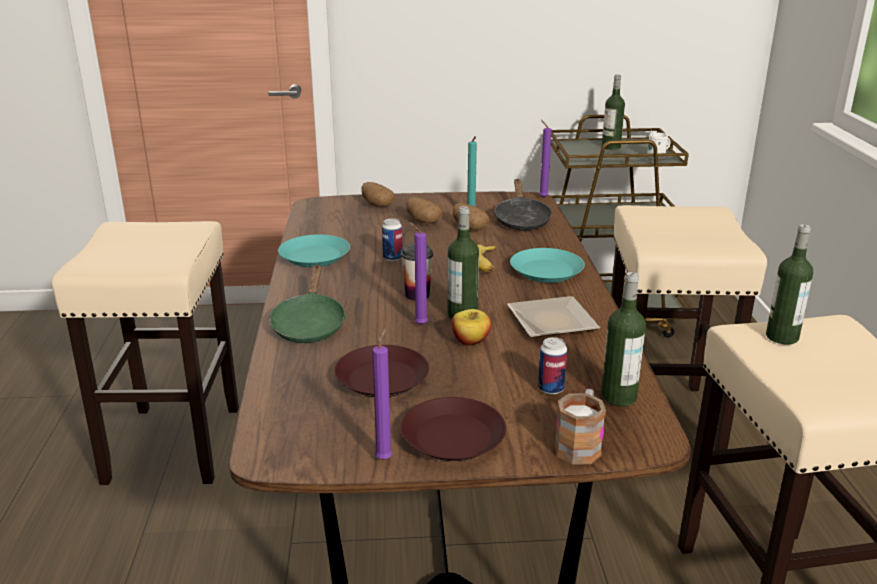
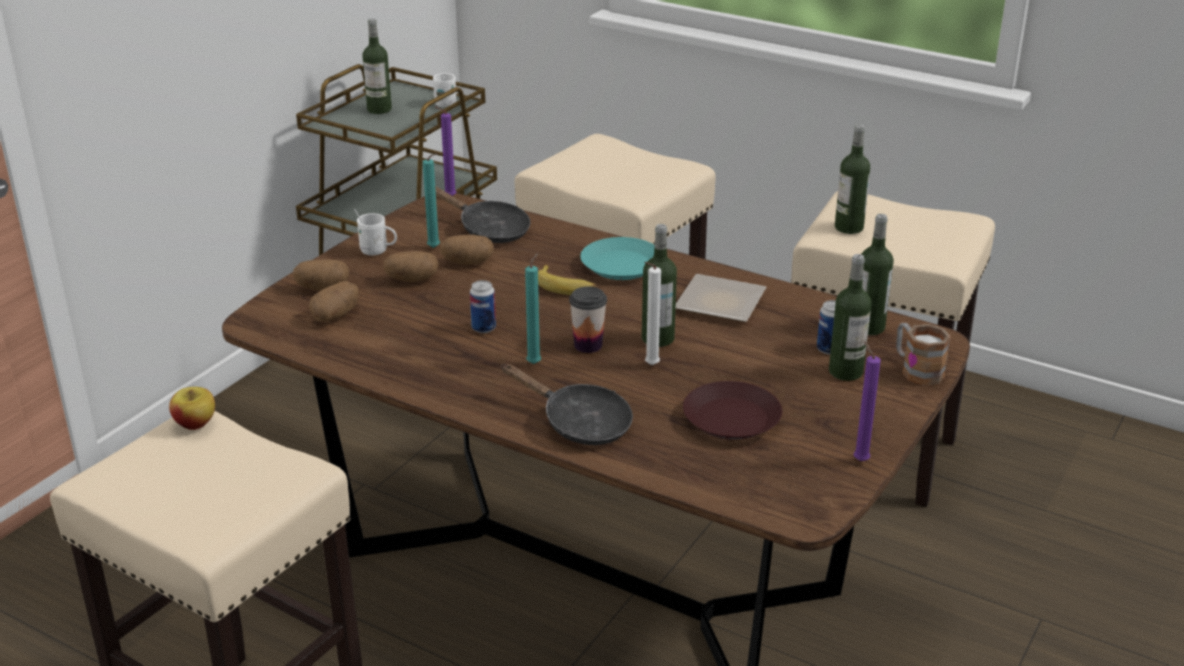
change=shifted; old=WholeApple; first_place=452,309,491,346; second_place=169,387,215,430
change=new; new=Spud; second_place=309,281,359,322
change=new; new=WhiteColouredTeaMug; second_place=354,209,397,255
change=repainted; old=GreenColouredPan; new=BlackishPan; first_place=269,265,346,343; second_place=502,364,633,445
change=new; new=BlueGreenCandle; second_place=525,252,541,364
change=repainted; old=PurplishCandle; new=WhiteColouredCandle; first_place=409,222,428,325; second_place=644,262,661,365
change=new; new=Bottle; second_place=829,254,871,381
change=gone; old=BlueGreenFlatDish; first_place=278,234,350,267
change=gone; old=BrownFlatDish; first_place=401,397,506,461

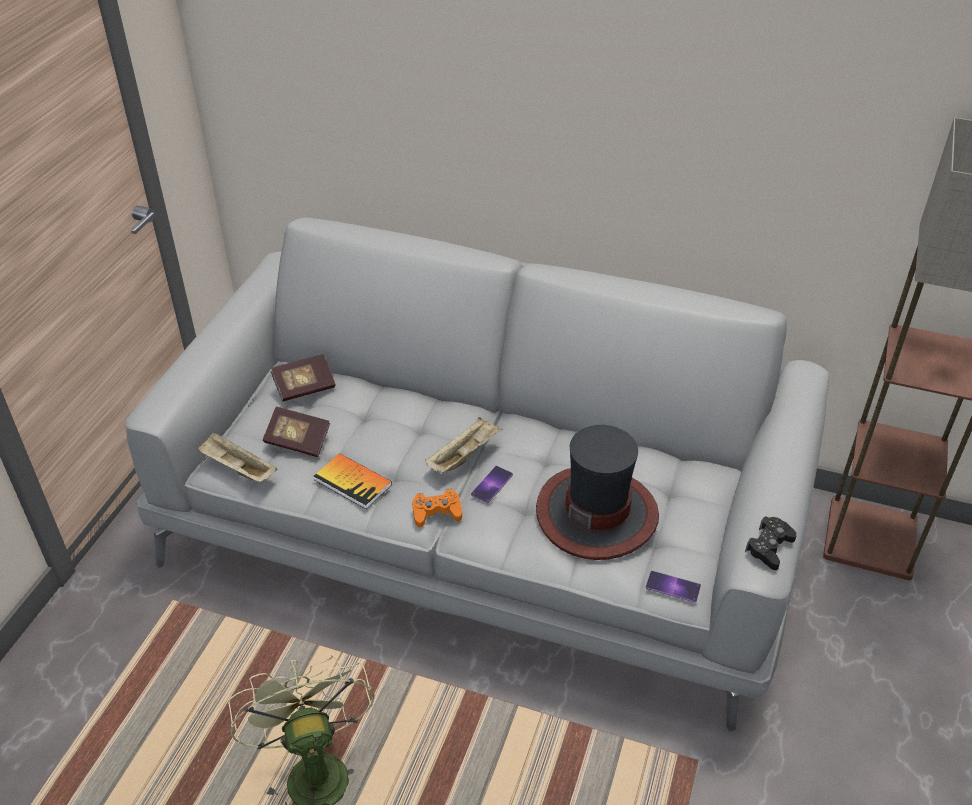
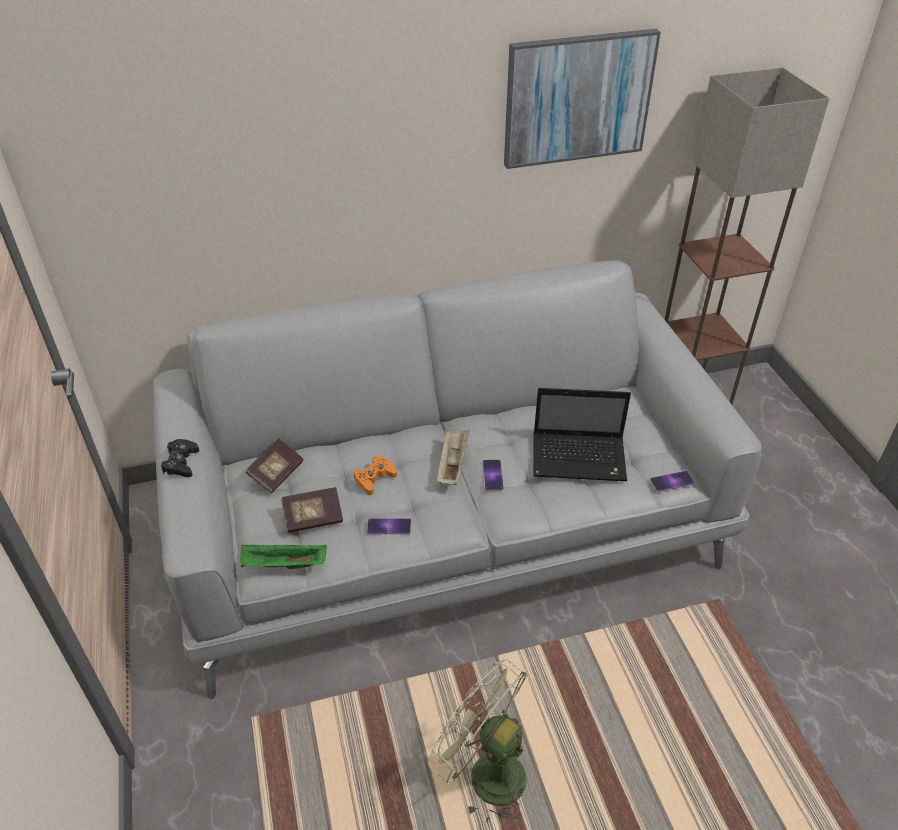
change=shifted; old=BlackishJoypad; first_place=745,516,797,570; second_place=161,439,199,477
change=repainted; old=BeigeColouredServingTray; new=GreenColouredServingTray; first_place=197,432,278,482; second_place=240,544,327,569
change=shifted; old=OrangeColouredJoypad; first_place=412,489,462,528; second_place=354,456,397,495
change=swapped; old=Book; new=Phone; first_place=314,453,392,509; second_place=367,518,411,534
change=new; new=WallPicture; second_place=504,29,661,169
change=swapped; old=ClothingHat; new=NotebookComputer; first_place=536,425,659,560; second_place=533,388,631,481

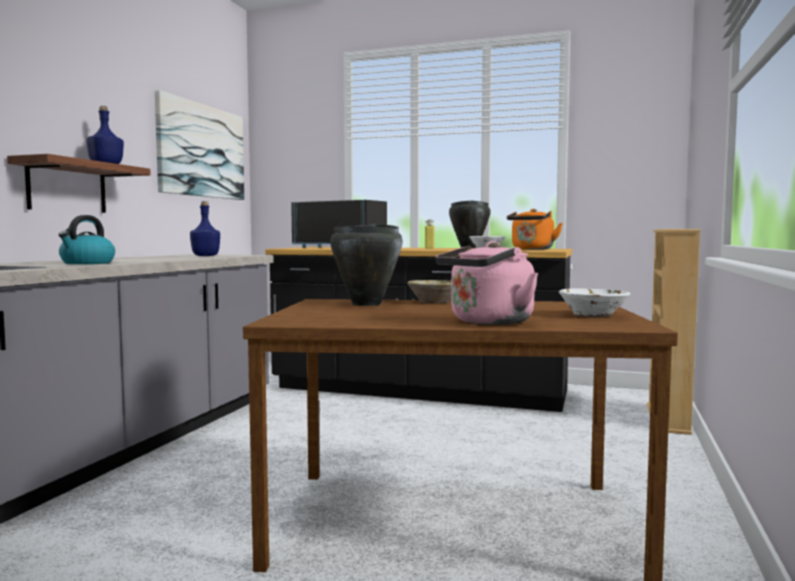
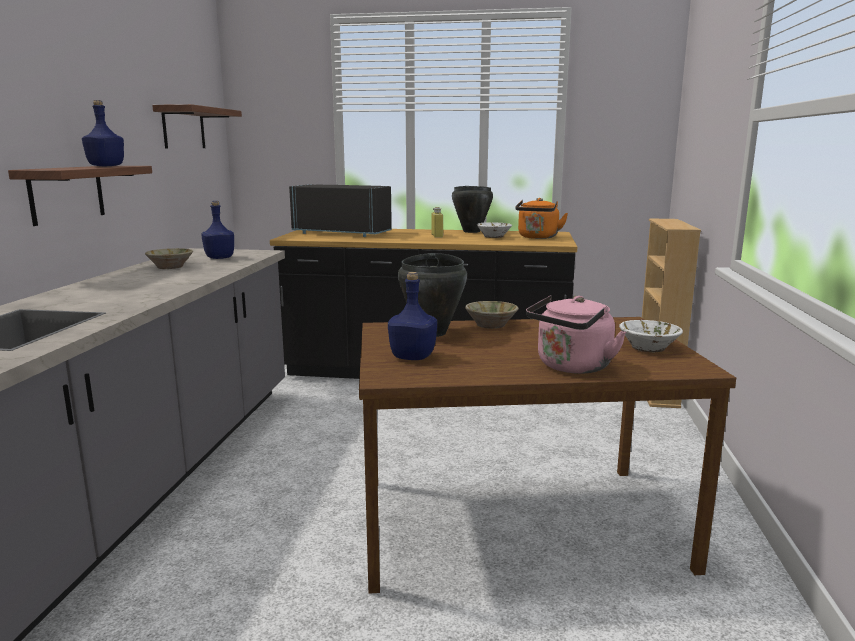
change=new; new=BeigeColouredDeepDish; second_place=145,248,193,269
change=swapped; old=WallPicture; new=Shelf; first_place=155,90,244,200; second_place=152,104,242,148
change=new; new=BlueBottle; second_place=388,272,437,360
change=gone; old=WaterKettle; first_place=58,215,115,264

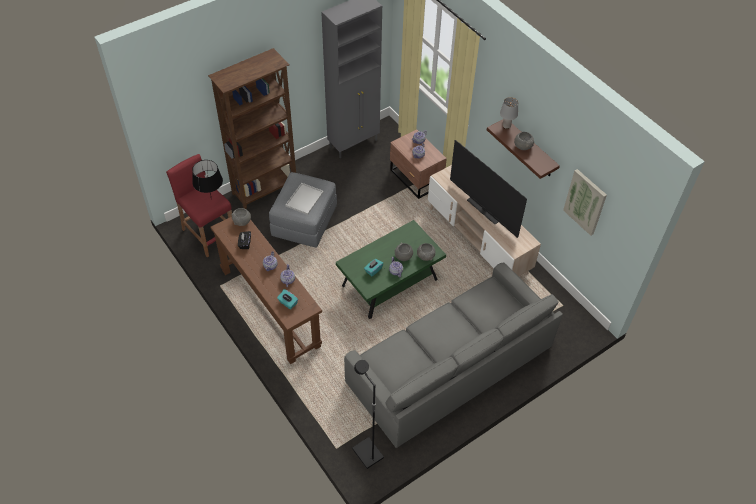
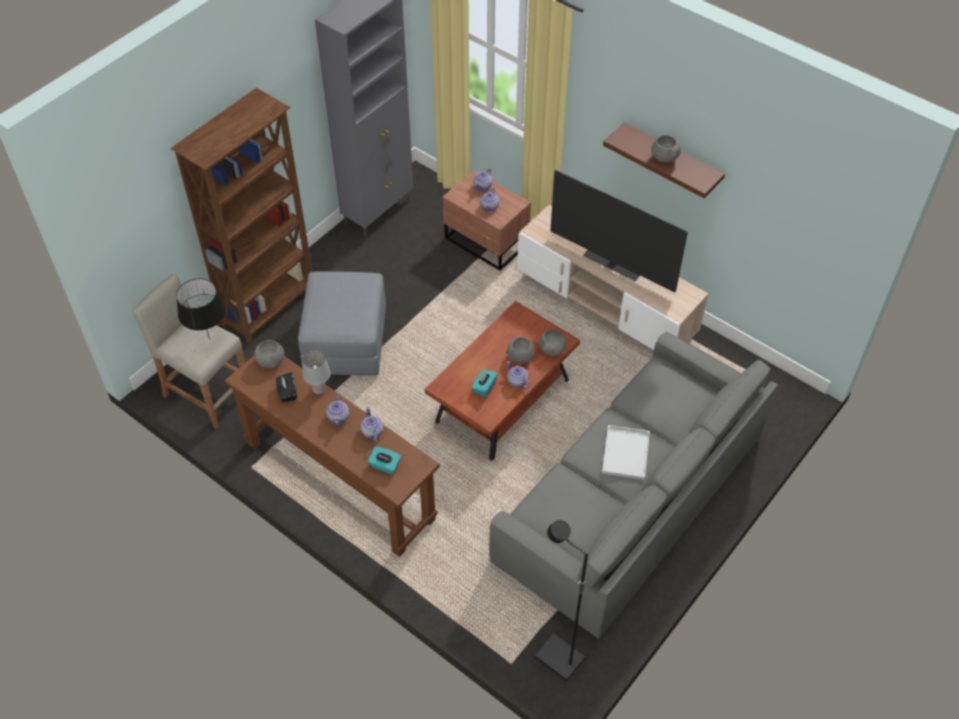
change=repainted; old=RedStool; new=BeigeColouredStool; first_place=166,154,232,257; second_place=132,274,245,429
change=shifted; old=GreyLampForATable; first_place=500,97,518,129; second_place=302,351,331,394
change=repainted; old=GreenColouredLowTable; new=BrownLowTable; first_place=336,220,446,319; second_place=425,301,580,461
change=shifted; old=WhiteColouredServingTray; first_place=285,183,324,215; second_place=602,425,650,480
change=gone; old=WallPicture; first_place=563,169,607,236

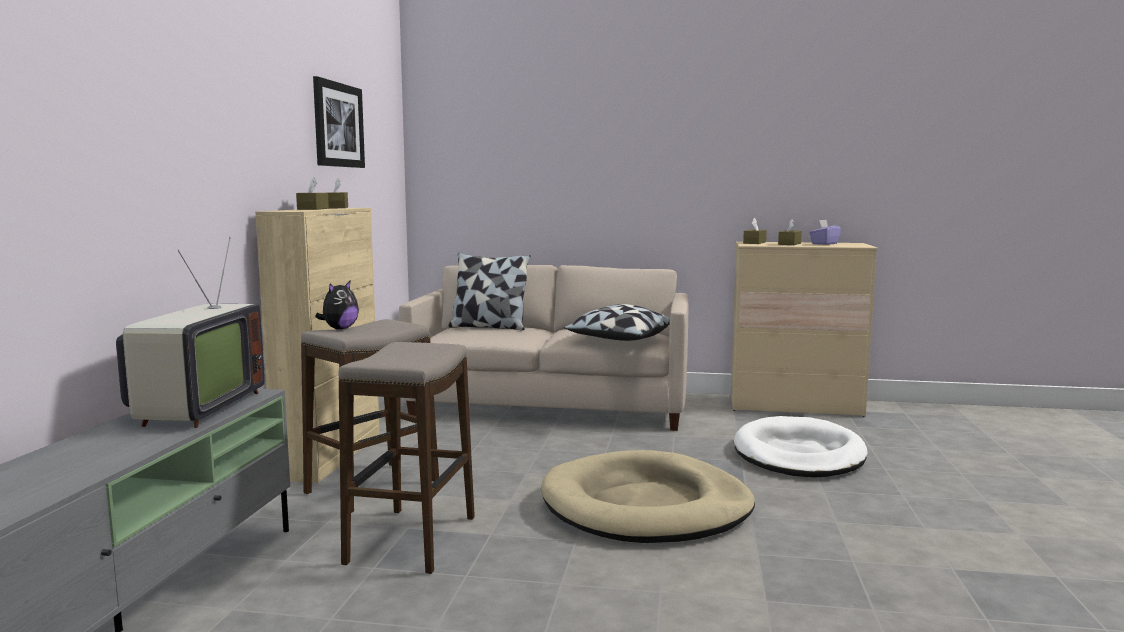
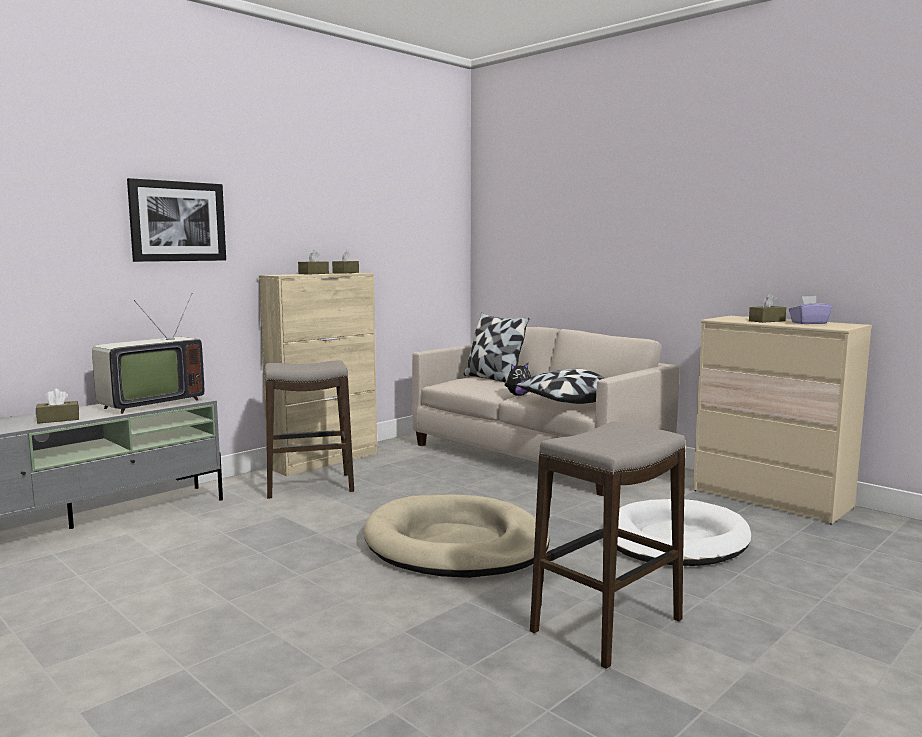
change=shifted; old=BrownTissueBox; first_place=743,218,767,244; second_place=36,389,79,424
change=shifted; old=WallPicture; first_place=313,76,365,168; second_place=127,178,226,262
change=shifted; old=CuddlyToy; first_place=315,281,359,329; second_place=505,363,531,396
change=shifted; old=Stool; first_place=338,342,475,574; second_place=530,421,685,669

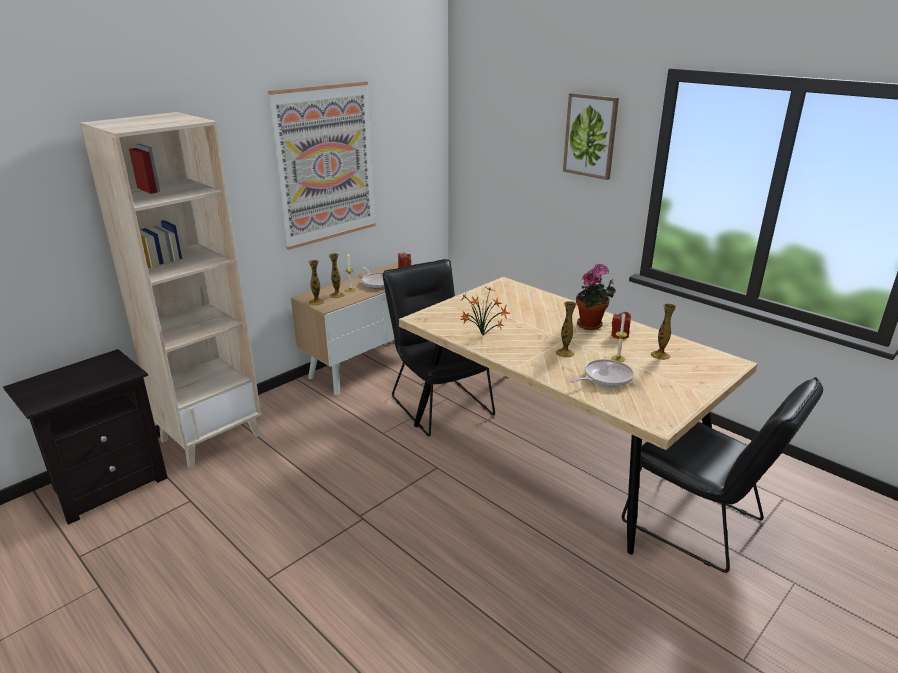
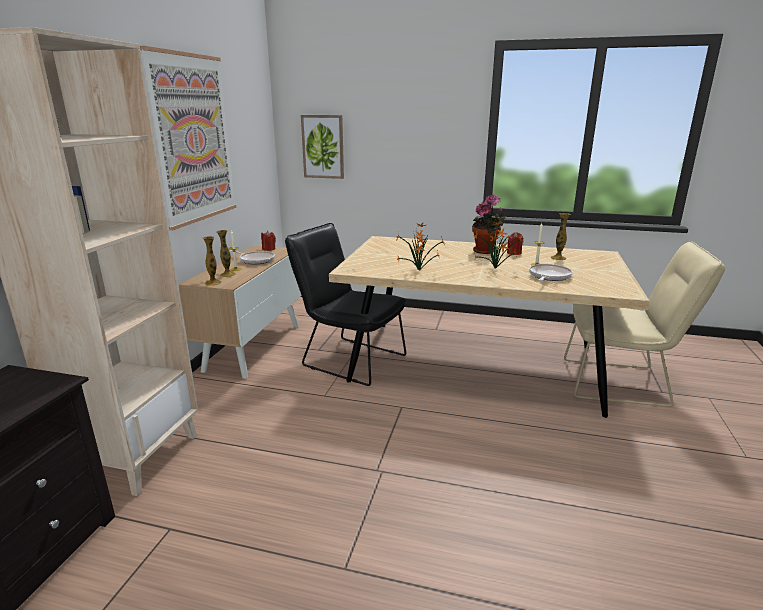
change=shifted; old=WallPicture; first_place=563,93,619,180; second_place=301,115,344,179
change=swapped; old=Vase; new=Houseplant; first_place=556,301,577,357; second_place=473,221,523,269
change=repainted; old=BlackishPlainChair; new=BeigeColouredPlainChair; first_place=622,377,823,573; second_place=564,241,725,407

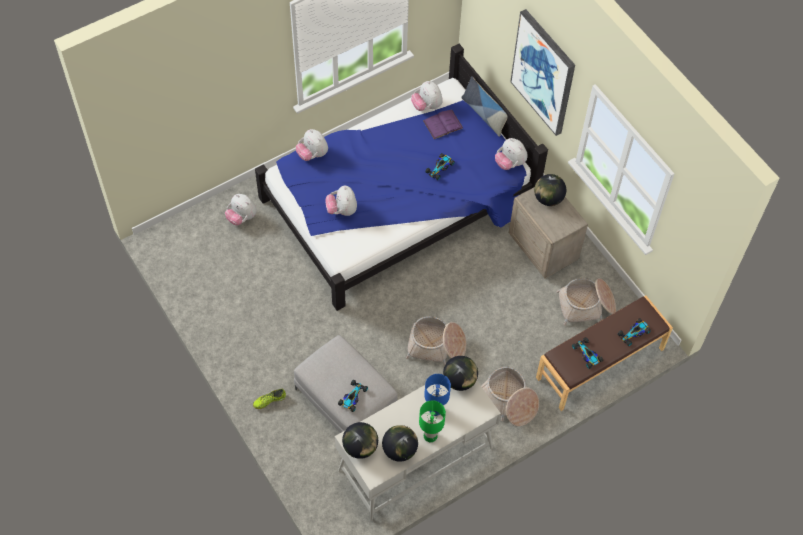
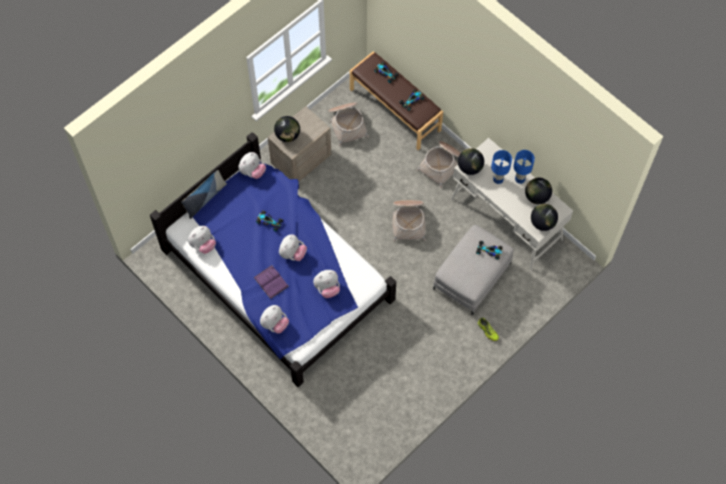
change=shifted; old=PurplishBook; first_place=423,110,463,139; second_place=254,266,289,299
change=shifted; old=CuddlyToy; first_place=225,194,257,225; second_place=279,234,307,261
change=repainted; old=GreenColouredLampForATable; new=BlueLampForATable; first_place=419,400,446,442; second_place=514,150,535,184
change=gone; old=WallPicture; first_place=510,9,575,136

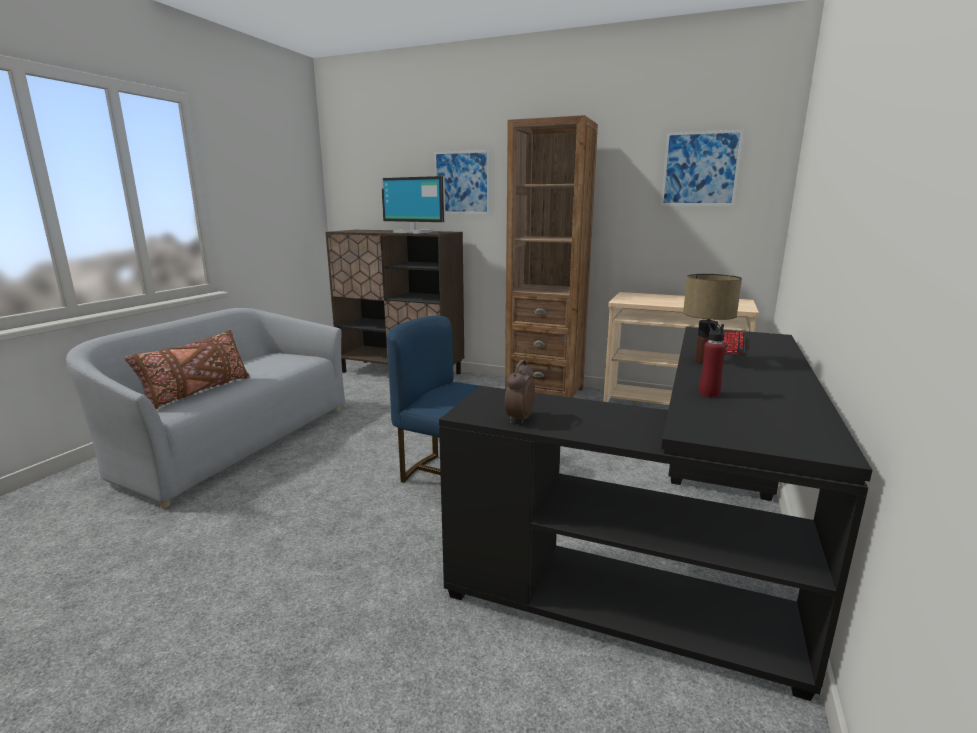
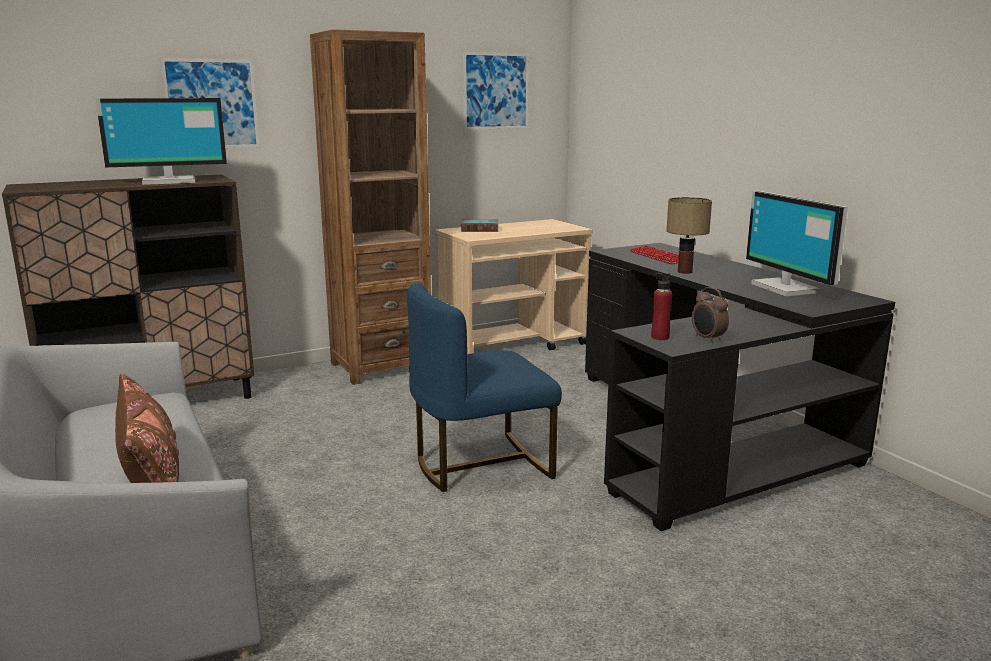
change=new; new=Book; second_place=461,219,498,232
change=shifted; old=RedBottle; first_place=699,321,726,397; second_place=651,273,672,340
change=new; new=Monitor; second_place=746,191,848,296

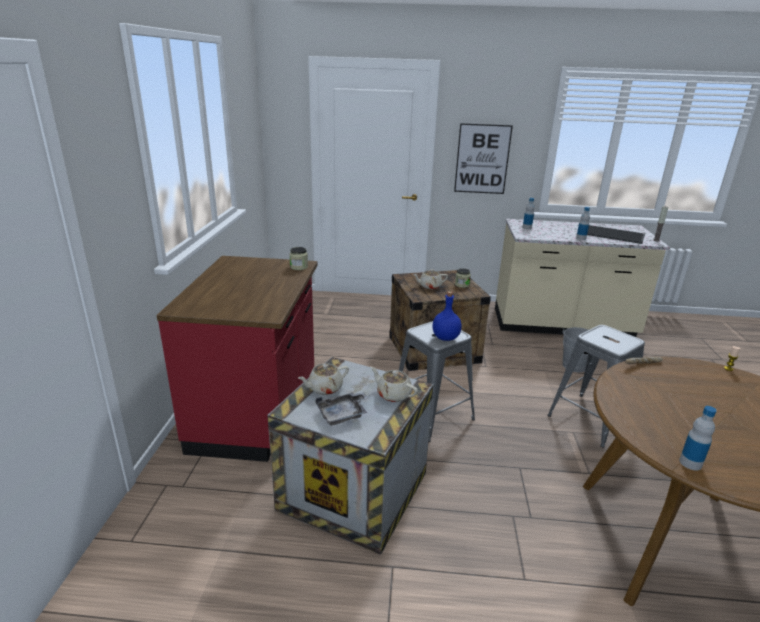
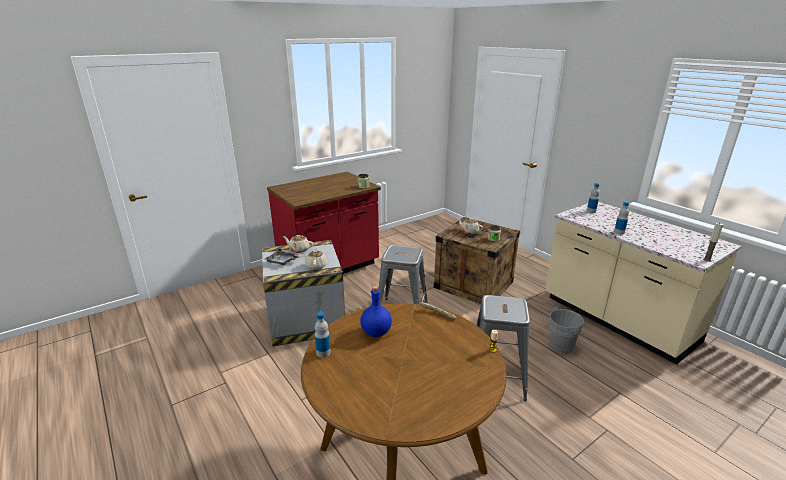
change=shifted; old=BlueBottle; first_place=432,291,462,341; second_place=360,286,392,337
change=gone; old=WallPicture; first_place=454,123,513,194
change=gone; old=ServingTray; first_place=587,225,645,244

